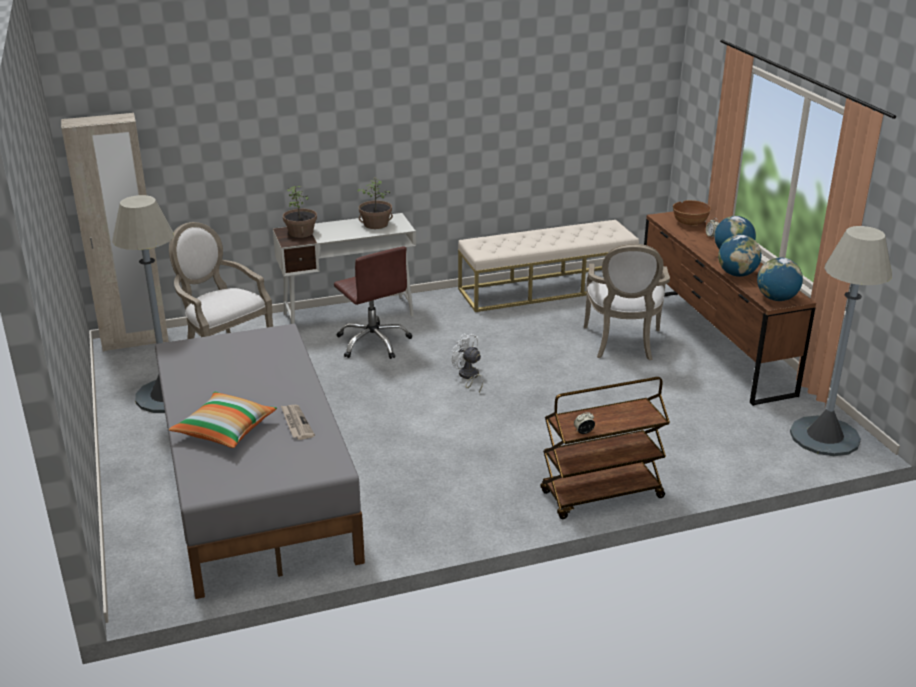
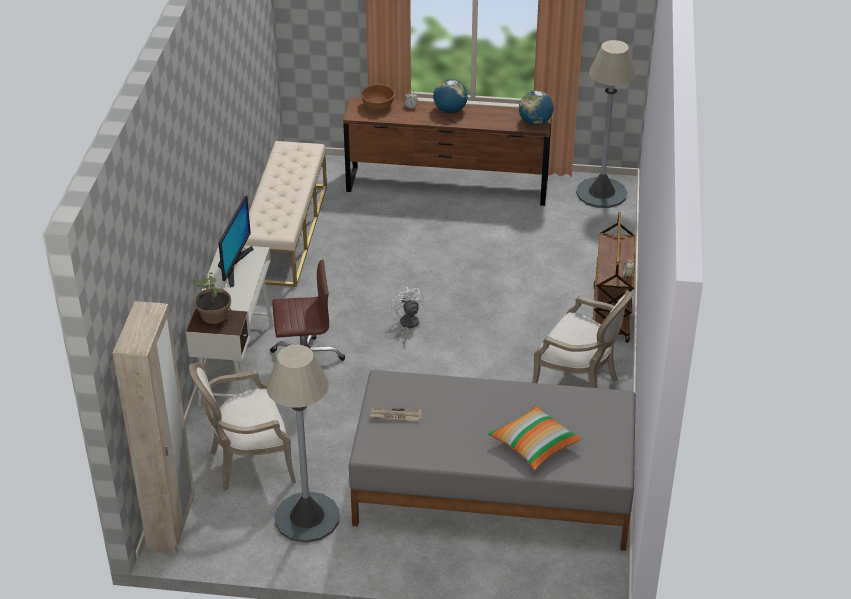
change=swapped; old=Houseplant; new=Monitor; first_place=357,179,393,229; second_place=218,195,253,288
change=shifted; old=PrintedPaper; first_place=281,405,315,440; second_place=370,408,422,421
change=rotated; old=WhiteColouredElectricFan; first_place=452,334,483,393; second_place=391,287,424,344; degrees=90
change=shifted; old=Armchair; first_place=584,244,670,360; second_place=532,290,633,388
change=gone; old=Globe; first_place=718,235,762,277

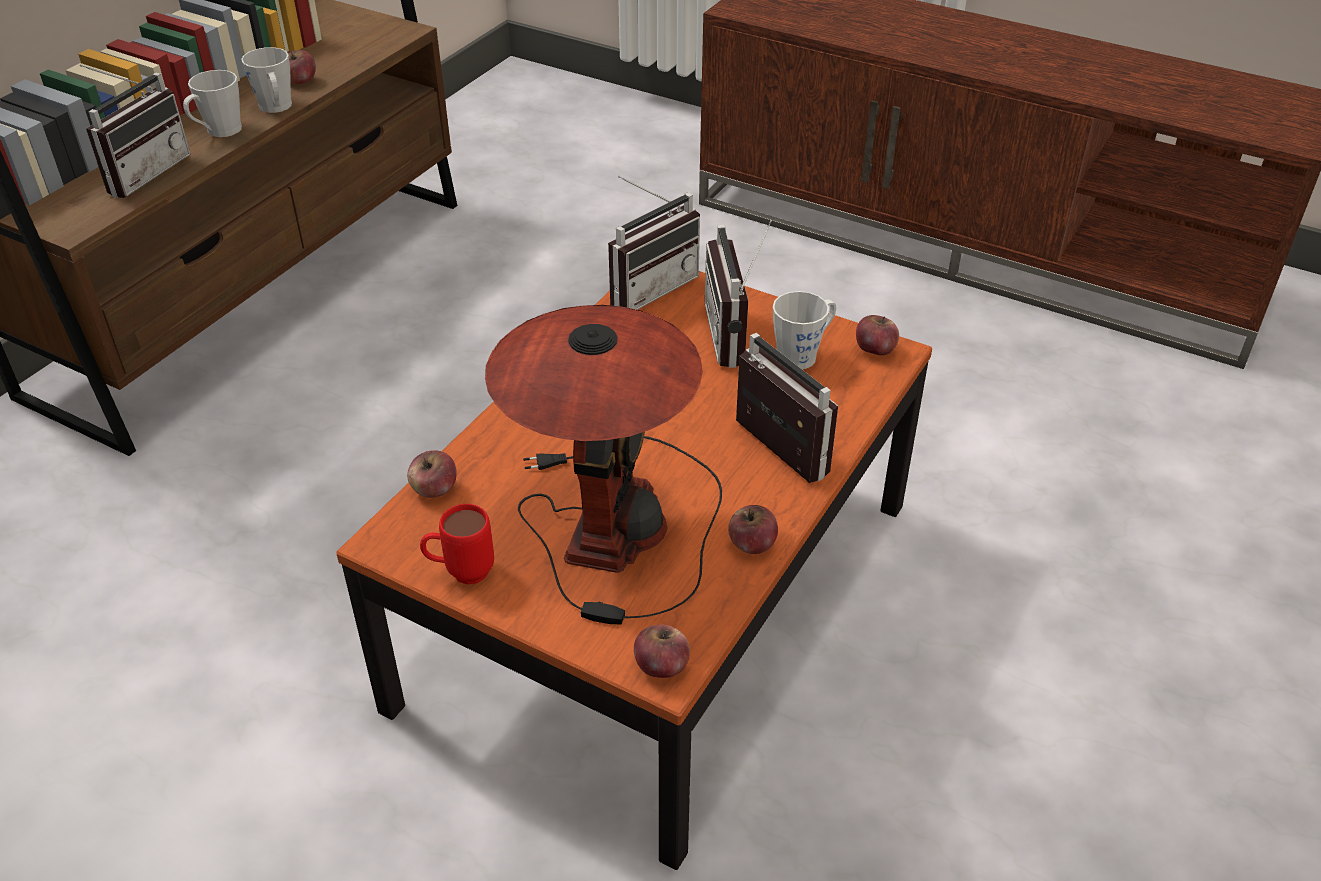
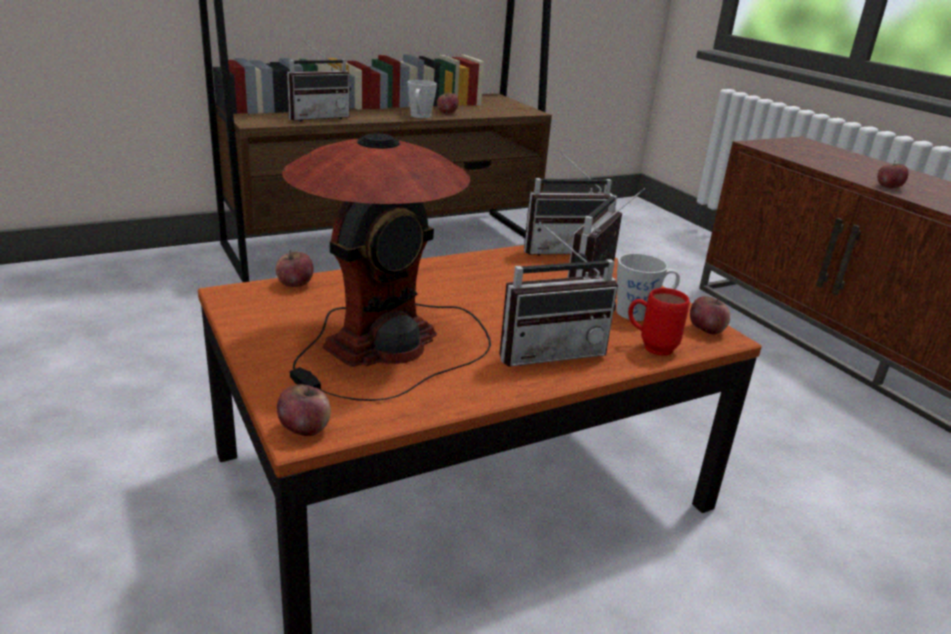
change=rotated; old=Radio; first_place=736,333,838,483; second_place=500,222,618,367; degrees=75
change=shifted; old=RedTeaMug; first_place=420,504,494,584; second_place=628,288,690,356
change=shifted; old=WholeApple; first_place=728,505,778,554; second_place=877,161,909,188
change=gone; old=GreyTeaMug; first_place=183,70,242,137

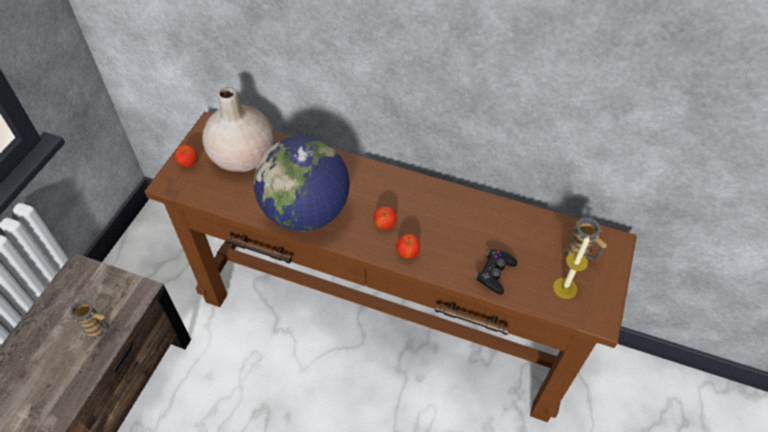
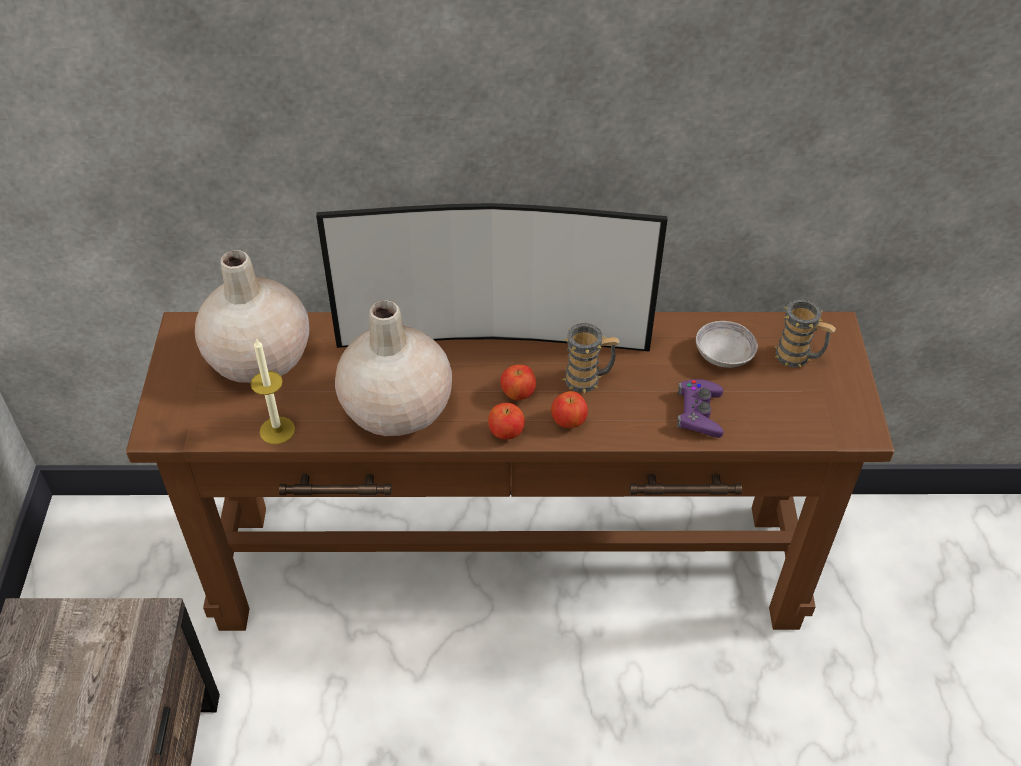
change=shifted; old=Candle; first_place=553,236,590,299; second_place=251,338,295,444
change=new; new=Television; second_place=316,203,668,352
change=swapped; old=Globe; new=BeigeColouredVase; first_place=254,136,350,231; second_place=335,300,452,436
change=shifted; old=WholeApple; first_place=175,145,198,167; second_place=488,403,525,439
change=shifted; old=TeaMug; first_place=68,300,109,339; second_place=562,323,620,393
change=repainted; old=BlackishJoypad; new=PurplishJoypad; first_place=475,249,517,295; second_place=677,379,723,438
change=new; new=GreyDeepDish; second_place=696,321,758,368

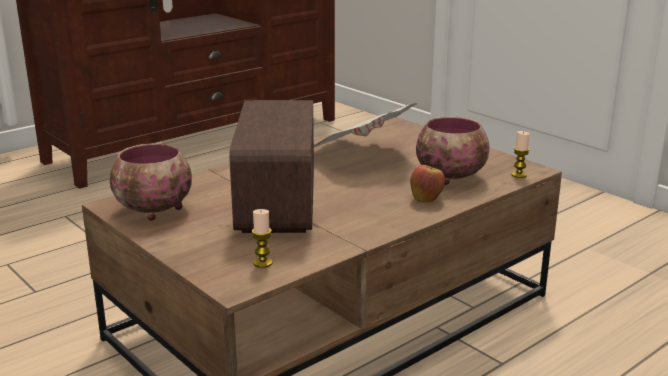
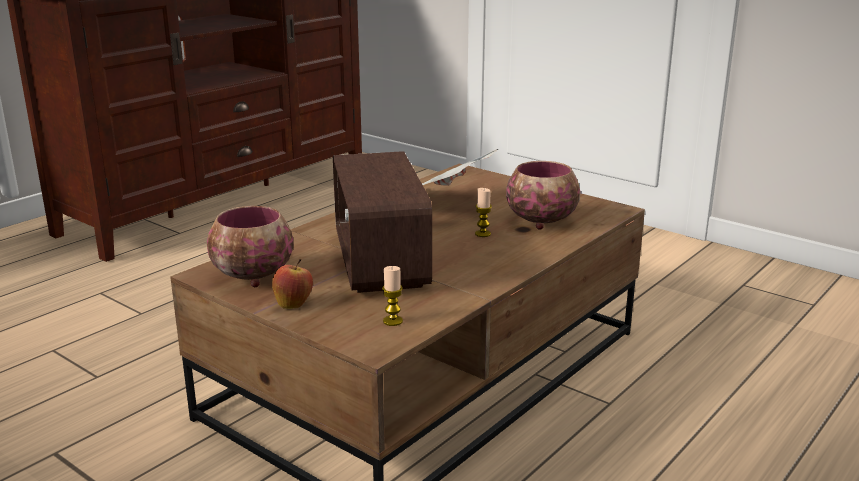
change=shifted; old=WholeApple; first_place=410,161,445,203; second_place=272,259,313,309
change=shifted; old=Candle; first_place=511,131,530,178; second_place=475,188,492,237

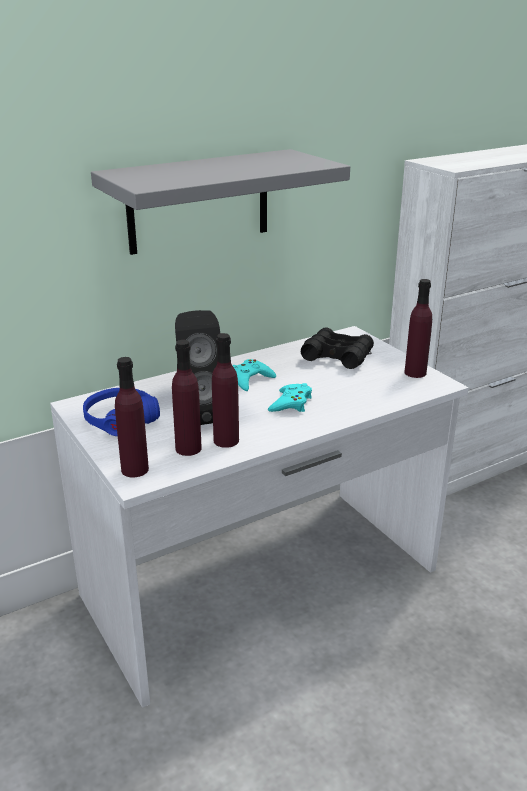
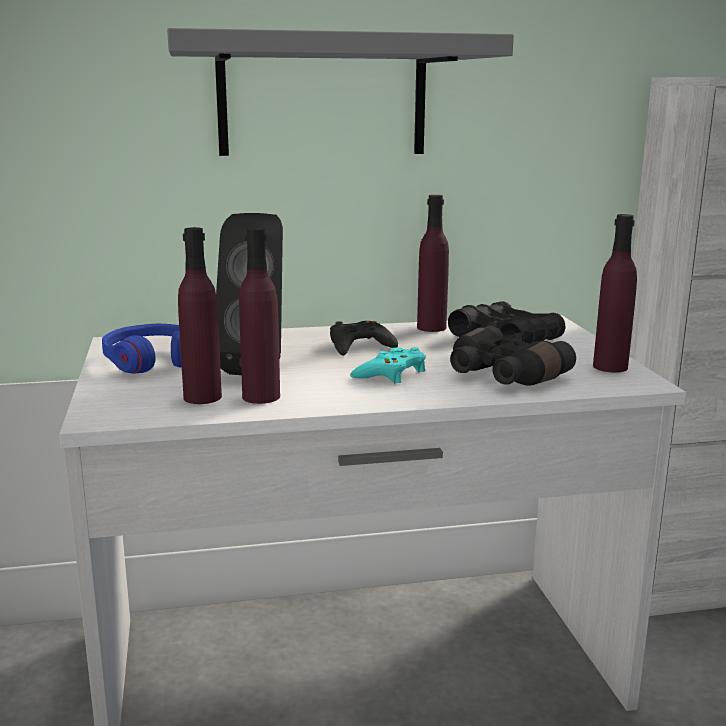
change=repainted; old=BlueGreenJoypad; new=BlackishJoypad; first_place=232,359,276,391; second_place=330,321,398,356
change=shifted; old=PurplishBottle; first_place=115,357,149,477; second_place=417,195,449,332
change=new; new=BlackishFieldGlasses; second_place=450,326,576,386

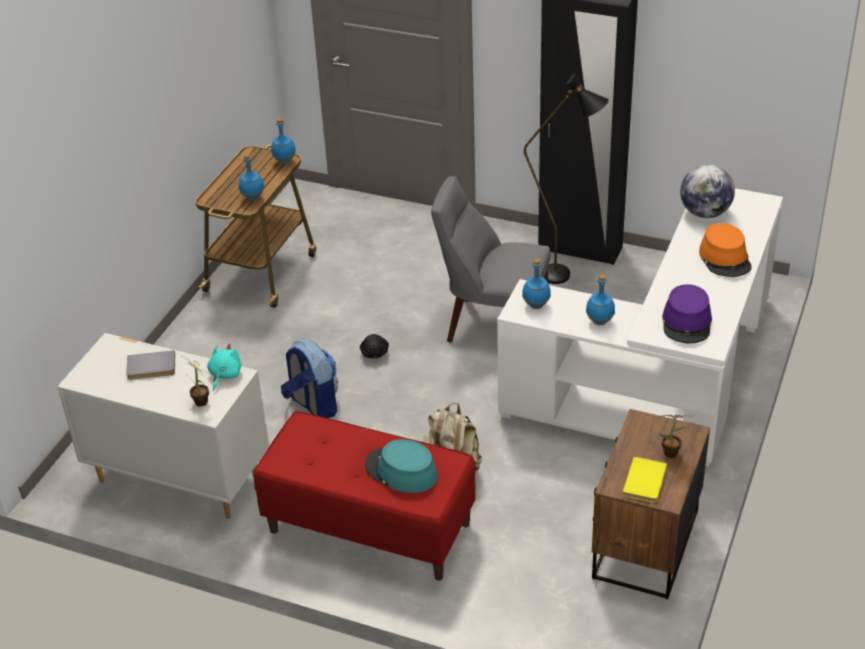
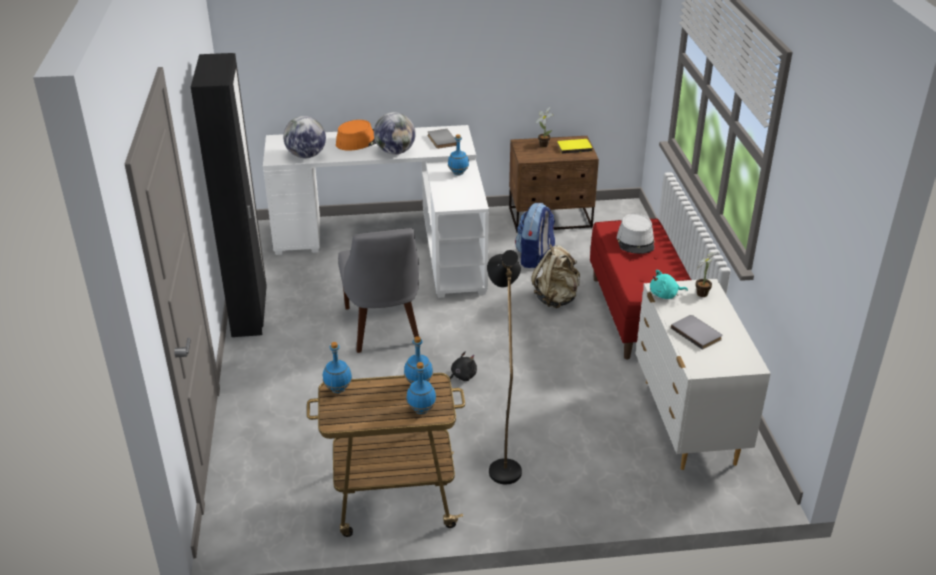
change=new; new=Globe; second_place=374,112,416,155
change=shifted; old=BlueBottle; first_place=522,259,551,309; second_place=406,362,436,414
change=swapped; old=PurplishClothingHat; new=GreyBook; first_place=662,284,712,343; second_place=428,129,457,149
change=shifted; old=BlackishStandingLamp; first_place=524,73,609,284; second_place=487,250,522,484
change=shifted; old=Knapsack; first_place=281,339,338,418; second_place=515,203,555,268
change=repainted; old=BlueGreenClothingHat; new=GreyClothingHat; first_place=365,439,438,493; second_place=617,214,654,254

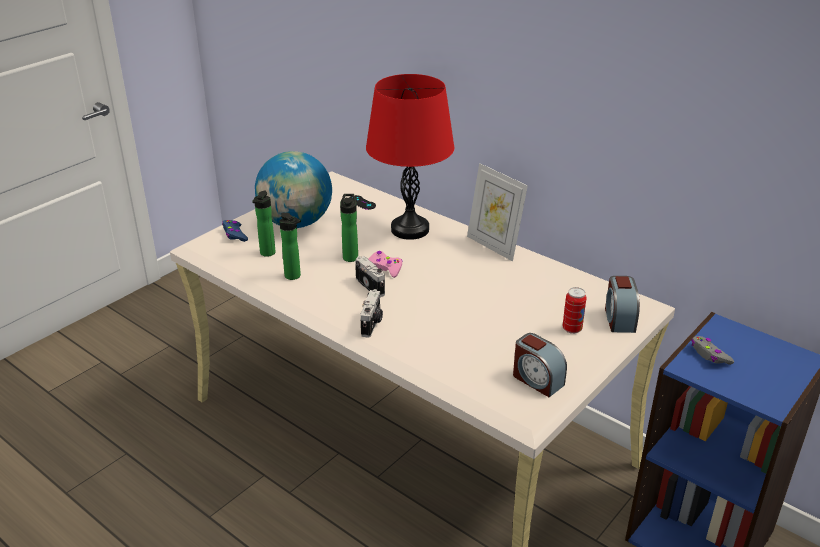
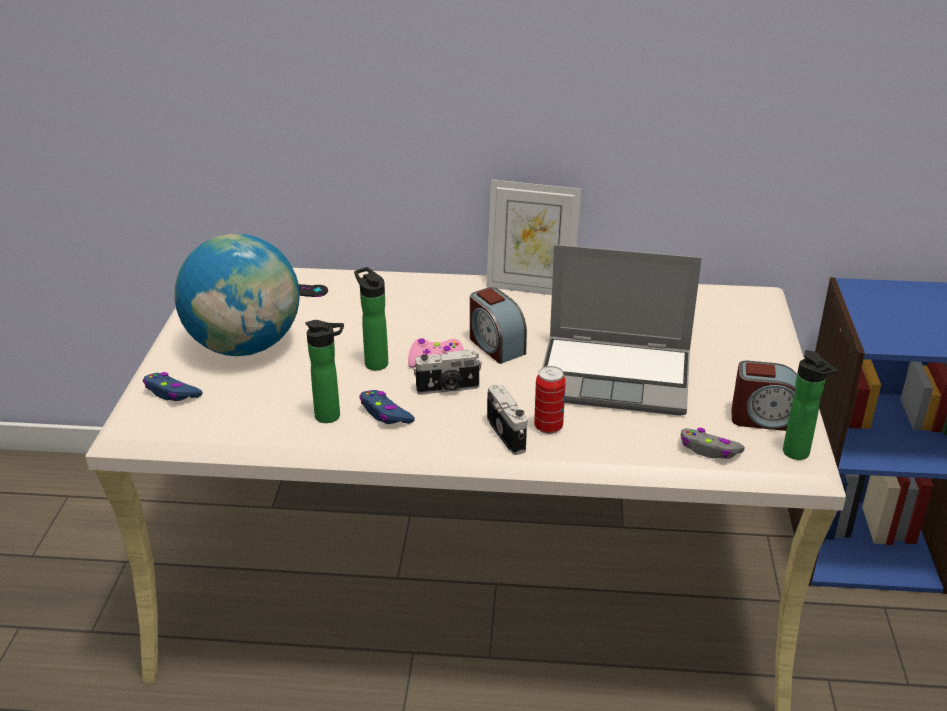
change=new; new=BlueJoypad; second_place=359,390,415,424
change=rotated; old=PhotoCamera; first_place=355,256,385,297; second_place=413,350,482,394; degrees=150
change=shifted; old=TableClock; first_place=605,276,640,333; second_place=470,287,527,364
change=shifted; old=SealedCan; first_place=563,287,586,334; second_place=534,366,566,434
change=new; new=NotebookComputer; second_place=542,244,702,416
change=shifted; old=GreyJoypad; first_place=691,336,734,365; second_place=680,428,745,459
change=shifted; old=Bottle; first_place=252,190,276,257; second_place=783,350,837,460
change=gone; old=RedLampForATable; first_place=366,74,455,240

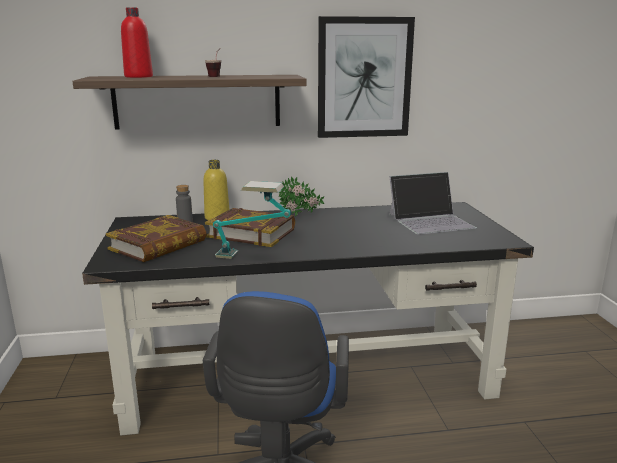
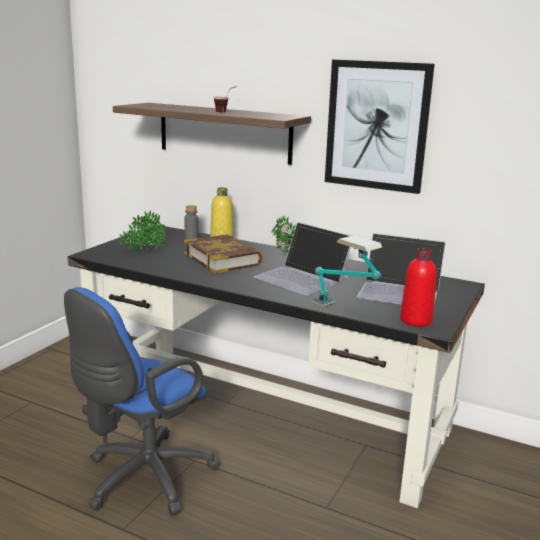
change=swapped; old=Book; new=Houseplant; first_place=106,215,207,262; second_place=119,211,166,252
change=new; new=NotebookComputer; second_place=254,222,351,295
change=shifted; old=LampForATable; first_place=213,181,291,259; second_place=311,235,382,307
change=shifted; old=RedBottle; first_place=121,7,153,78; second_place=400,248,437,327

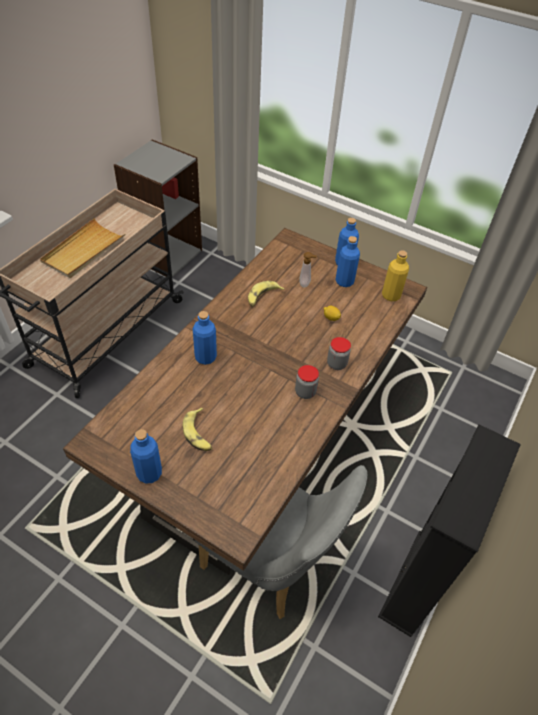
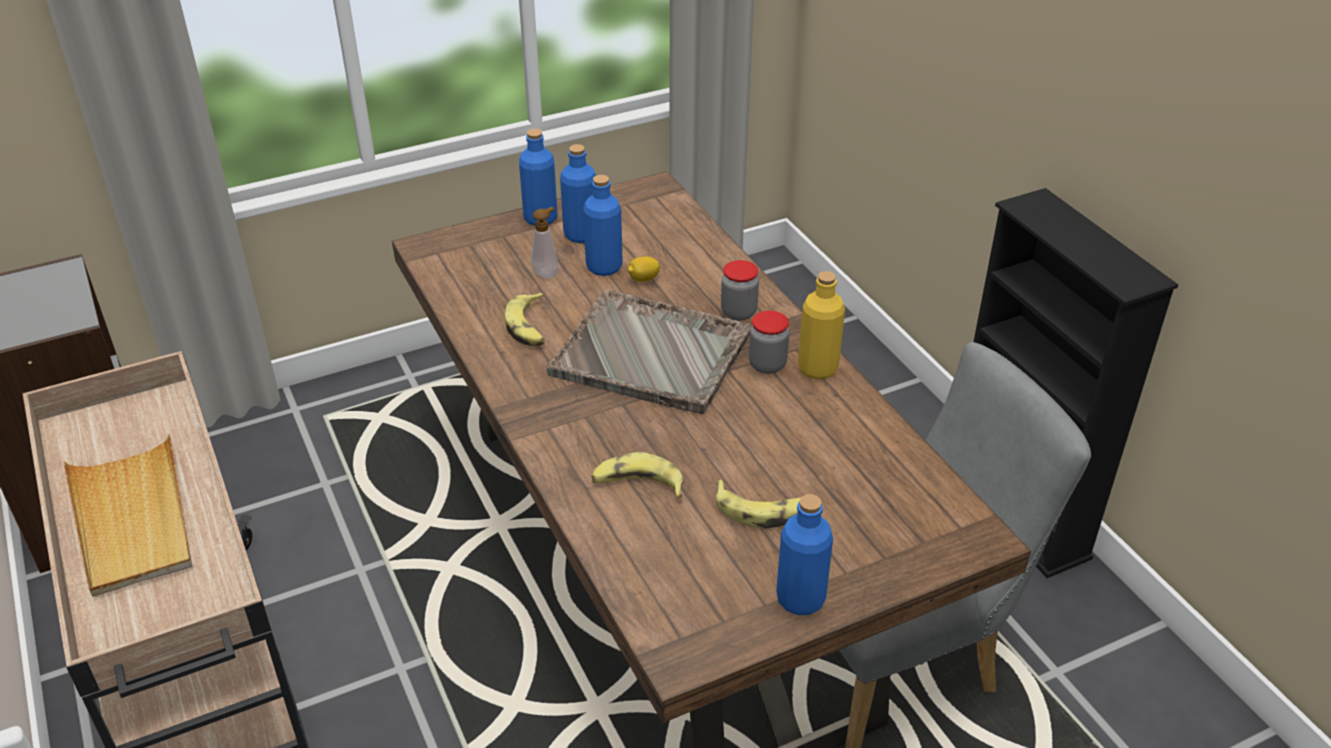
change=new; new=GreyServingTray; second_place=546,290,751,414
change=shifted; old=BlueBottle; first_place=193,311,217,365; second_place=583,175,623,276
change=new; new=WholeBanana; second_place=591,452,683,498
change=shifted; old=YellowBottle; first_place=382,250,409,301; second_place=798,271,845,379

